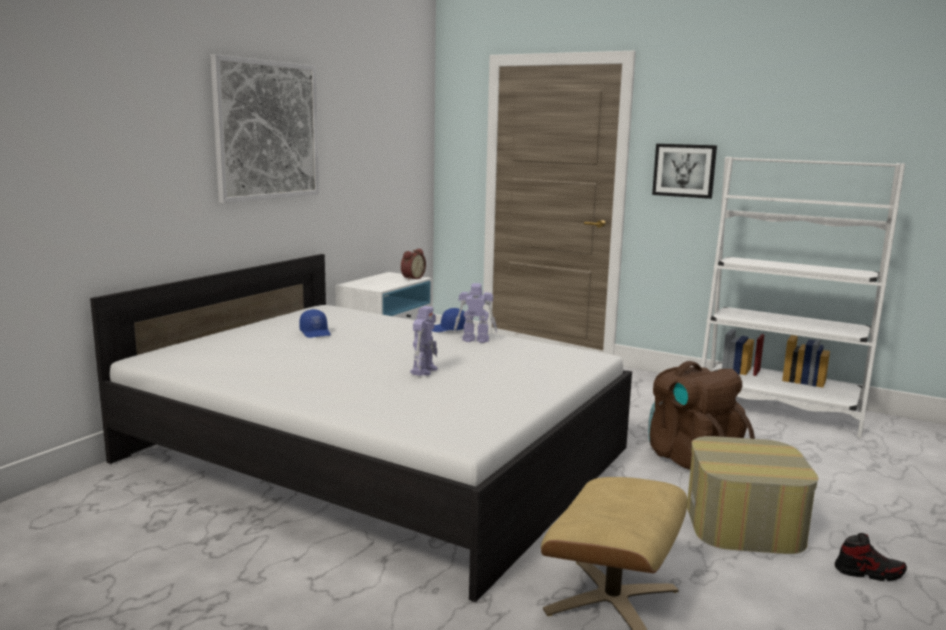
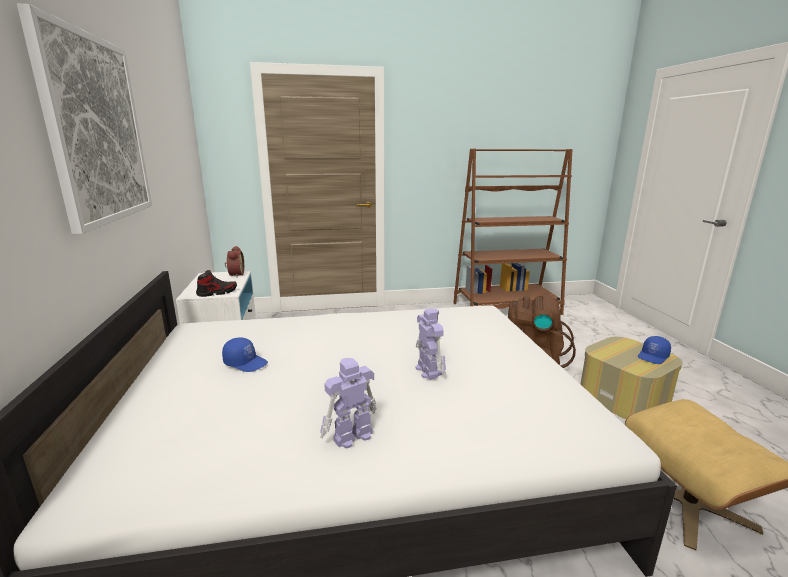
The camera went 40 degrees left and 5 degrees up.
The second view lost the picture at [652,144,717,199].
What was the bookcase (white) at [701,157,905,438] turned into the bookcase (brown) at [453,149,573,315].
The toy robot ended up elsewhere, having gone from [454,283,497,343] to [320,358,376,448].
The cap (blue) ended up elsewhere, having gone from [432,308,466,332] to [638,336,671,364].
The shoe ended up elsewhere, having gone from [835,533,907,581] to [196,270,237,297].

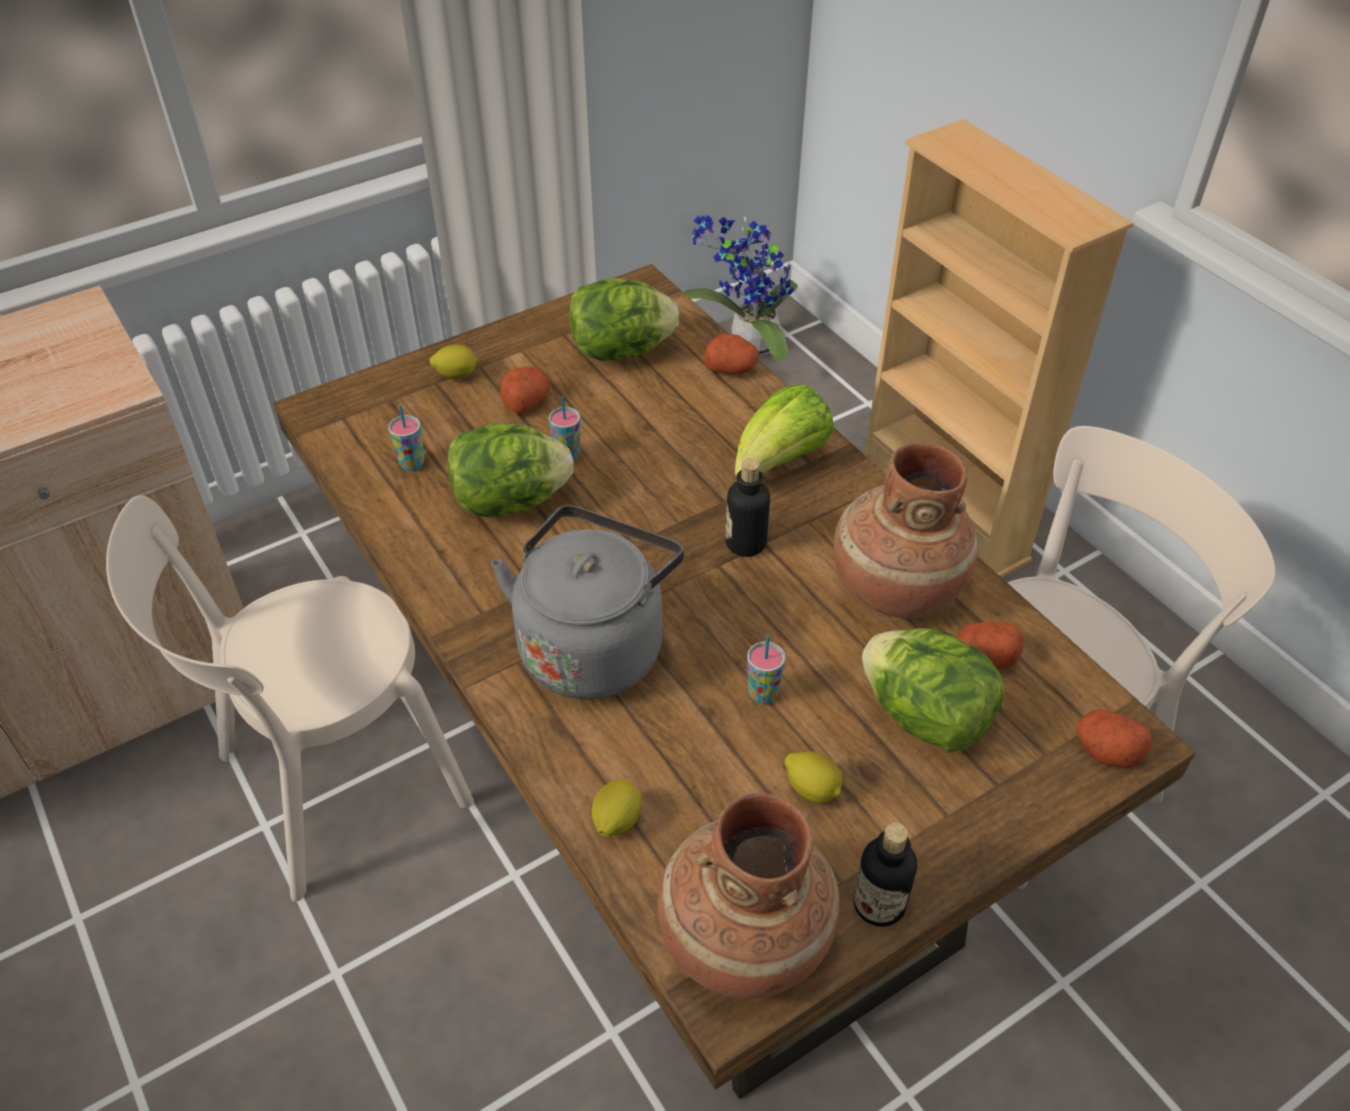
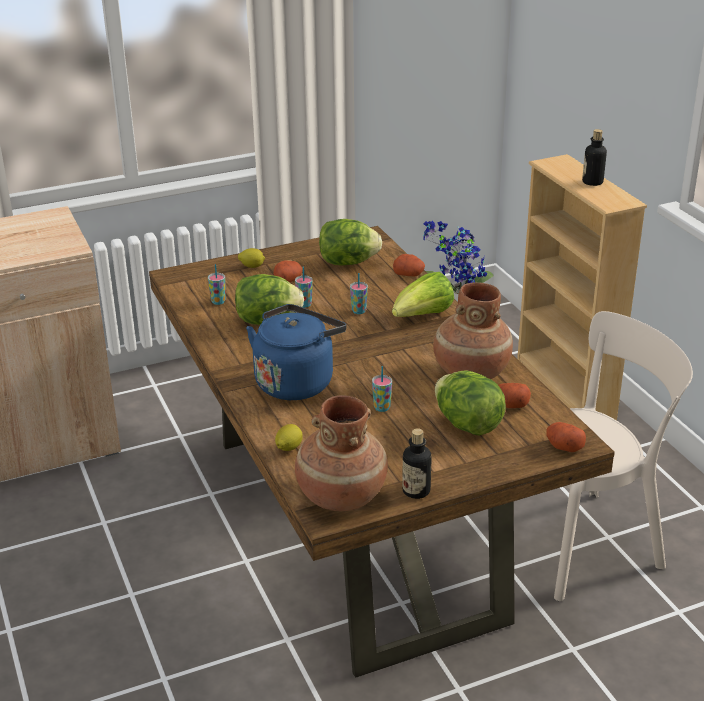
The camera went 10 degrees right and 15 degrees down.
The bottle ended up elsewhere, having gone from [725,458,770,557] to [582,129,607,186].
The second view lost the chair (beige) at [106,495,474,902].
What was the kettle (grey) at [491,505,684,699] turned into the kettle (blue) at [246,304,346,400].
The second view lost the lemon at [785,752,843,803].
The second view gained the cup at [350,273,368,314].

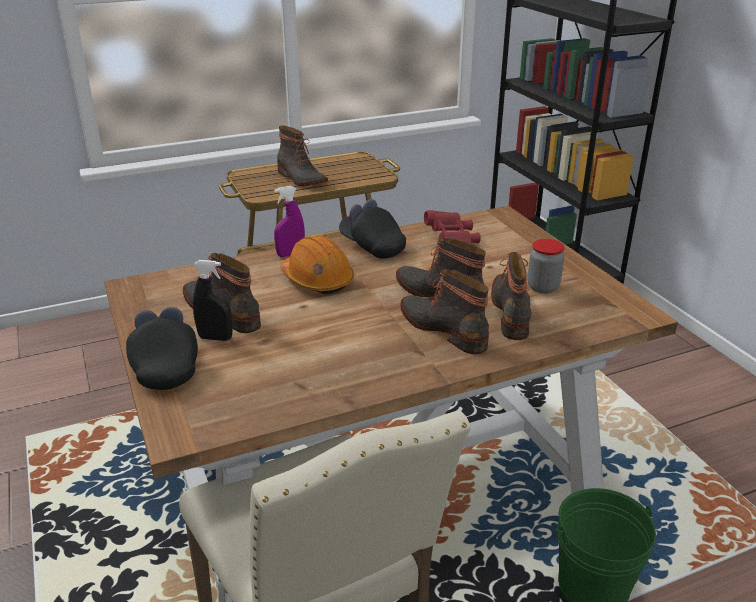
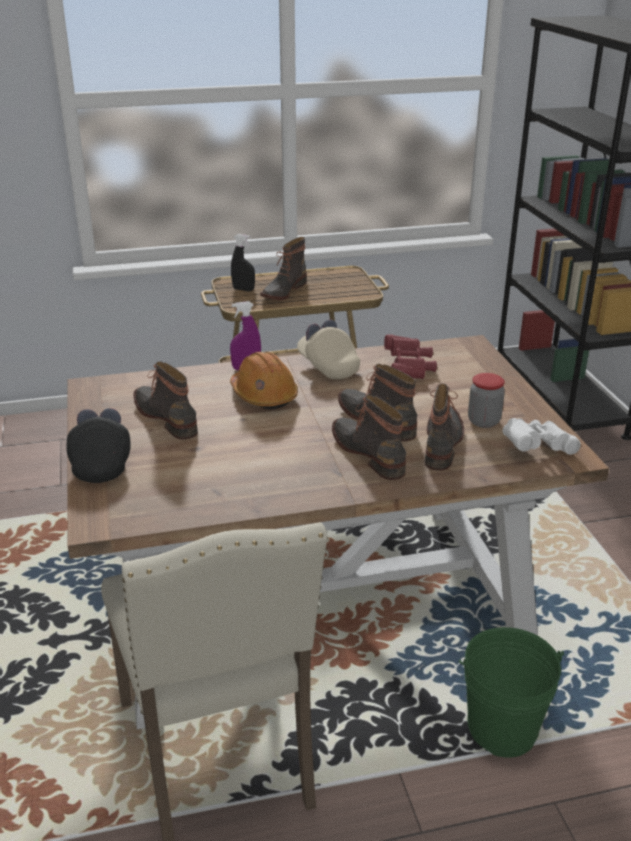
The camera went 10 degrees right and 0 degrees up.
The boot at [277,125,328,186] ended up facing another way, 60 degrees clockwise from before.
What was the cap (black) at [339,199,406,259] turned into the cap (beige) at [297,320,360,379].
The spray bottle (black) ended up elsewhere, having gone from [193,260,233,341] to [231,234,255,291].
The second view gained the binoculars (white) at [502,418,581,455].

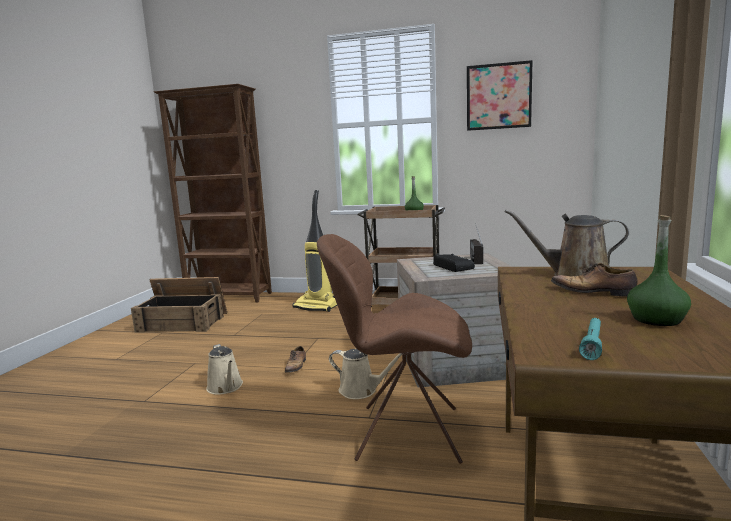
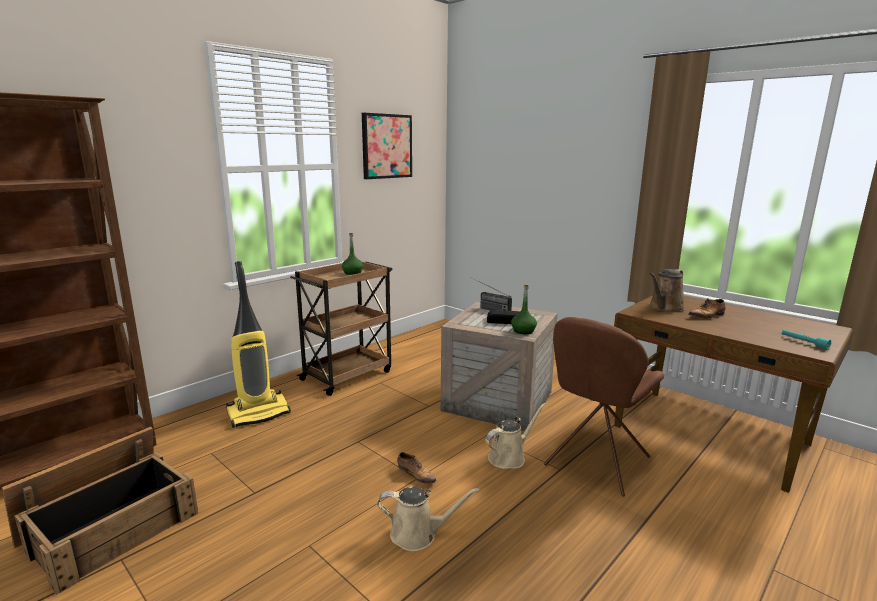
The camera went 60 degrees left and 5 degrees up.
The bottle (green) ended up elsewhere, having gone from [627,215,691,326] to [511,284,537,334].

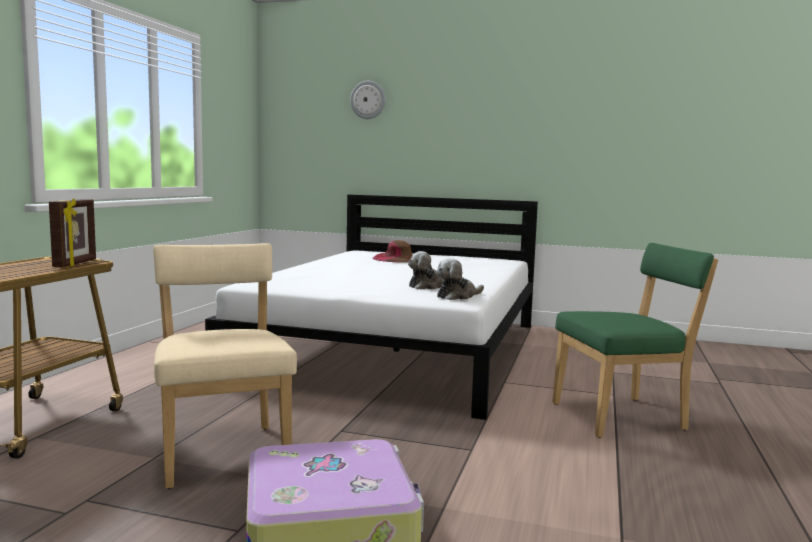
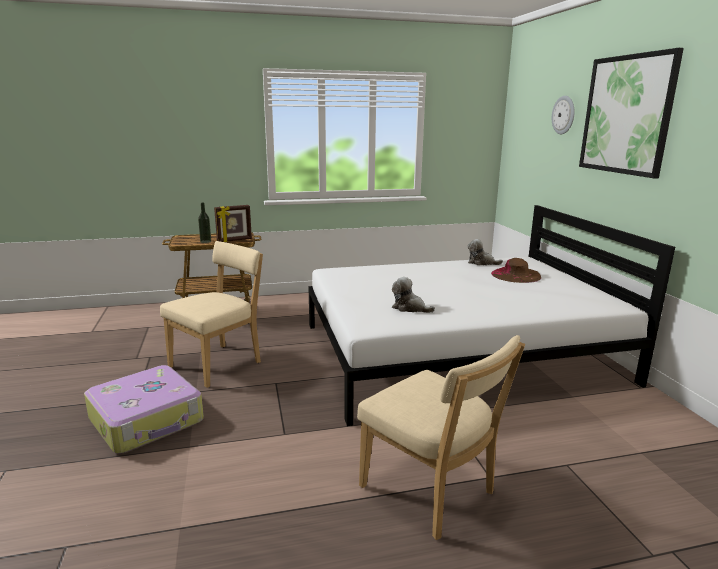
The camera went 60 degrees right and 10 degrees up.
What was the chair (green) at [552,243,718,438] turned into the chair (beige) at [357,335,525,540].
The plush toy ended up elsewhere, having gone from [437,258,484,300] to [468,239,503,265].
The second view gained the picture at [579,48,684,178].
The second view gained the bottle at [198,203,211,243].

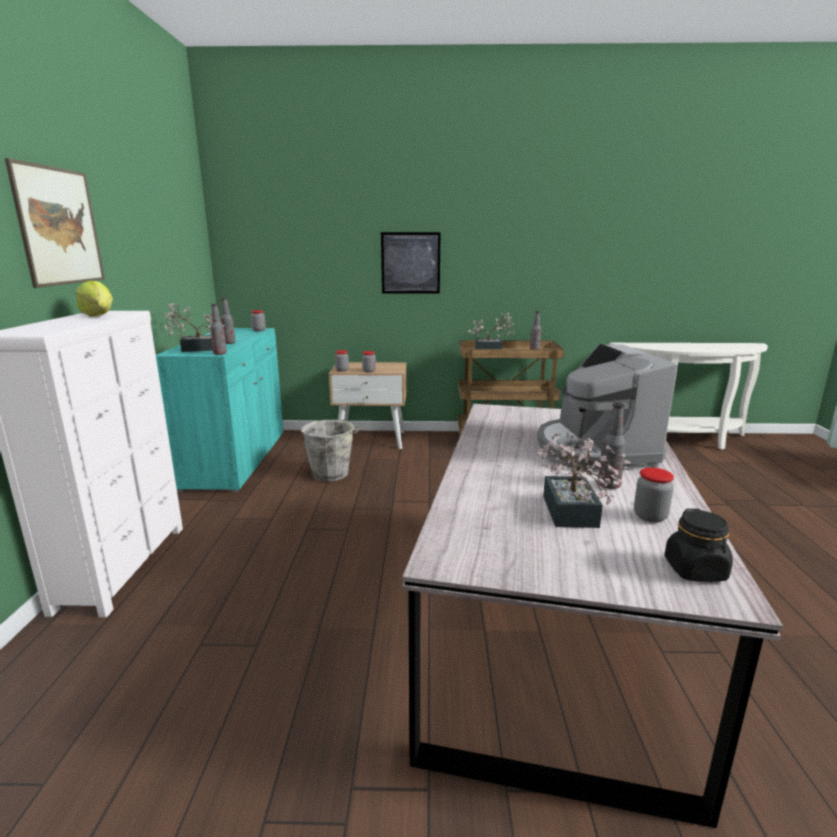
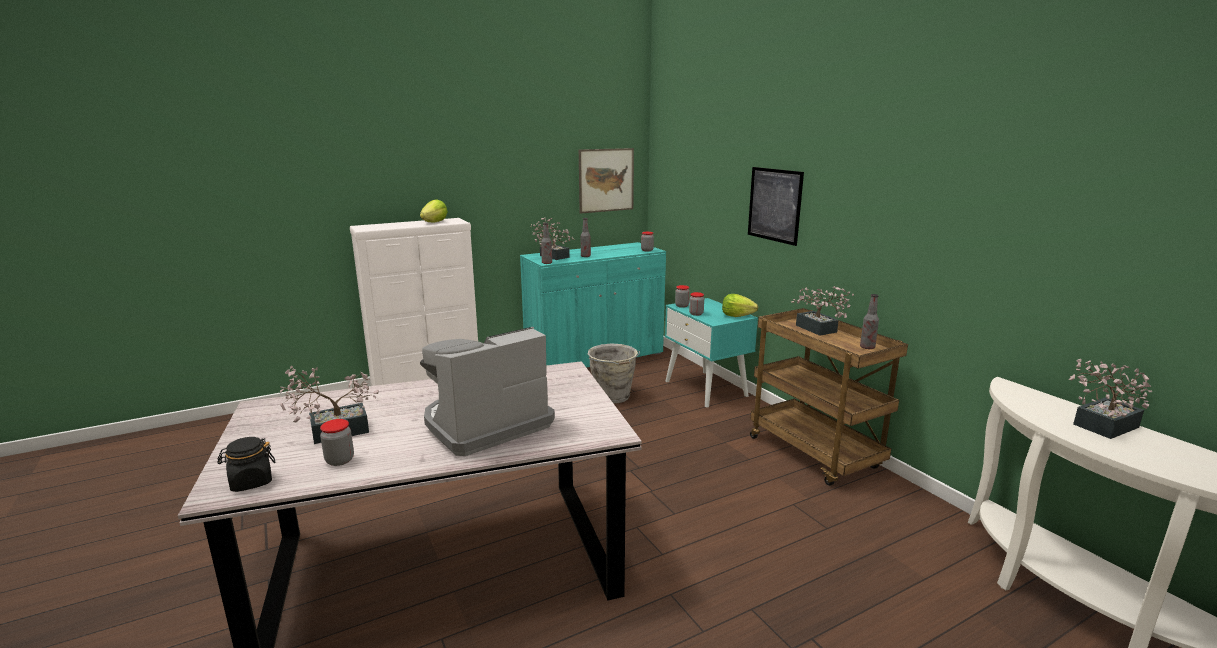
The camera went 60 degrees right and 0 degrees up.
The picture ended up elsewhere, having gone from [5,158,105,288] to [579,148,634,214].
What was the nightstand (beige) at [329,362,407,449] turned into the nightstand (turquoise) at [665,298,758,407].
The second view lost the bottle at [598,403,626,489].
The second view gained the lettuce at [722,294,758,317].
The second view gained the potted plant at [1069,359,1152,439].

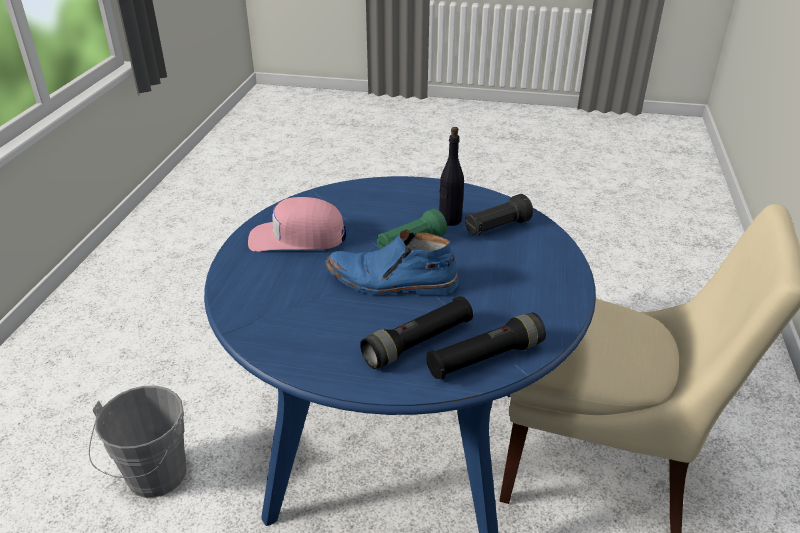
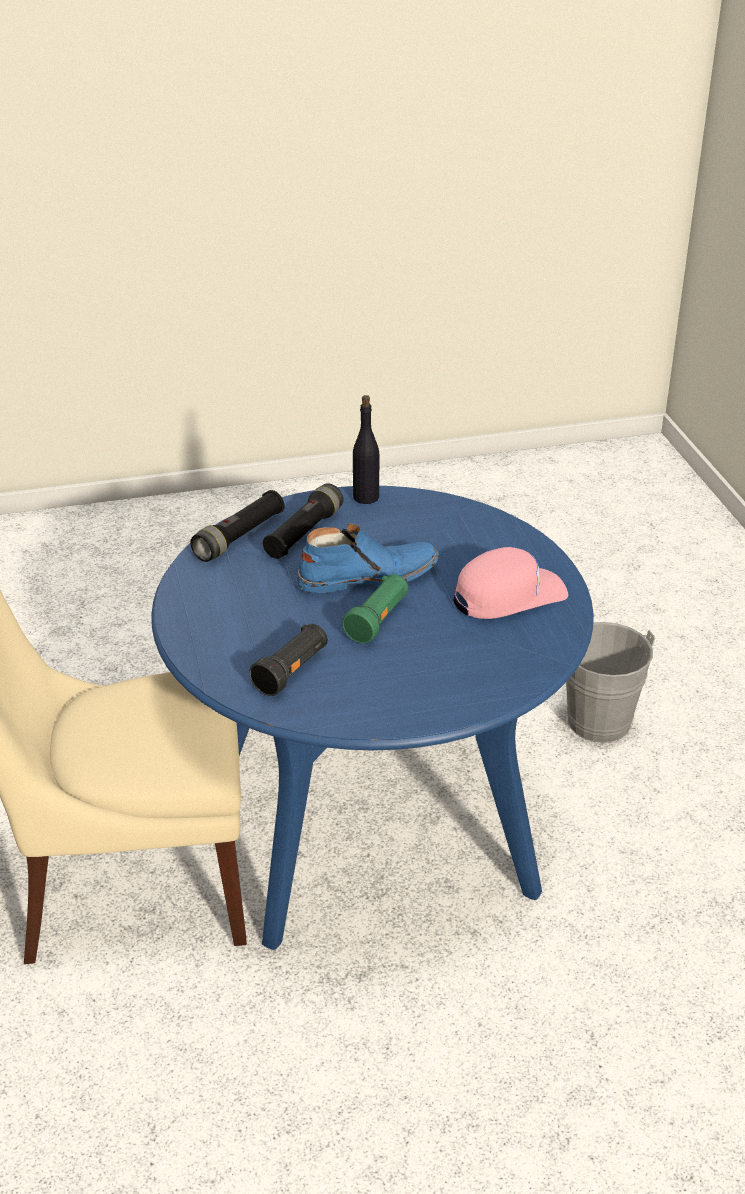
The camera went 155 degrees right and 0 degrees up.
The bottle (black) ended up elsewhere, having gone from [439,127,464,226] to [353,395,379,504].

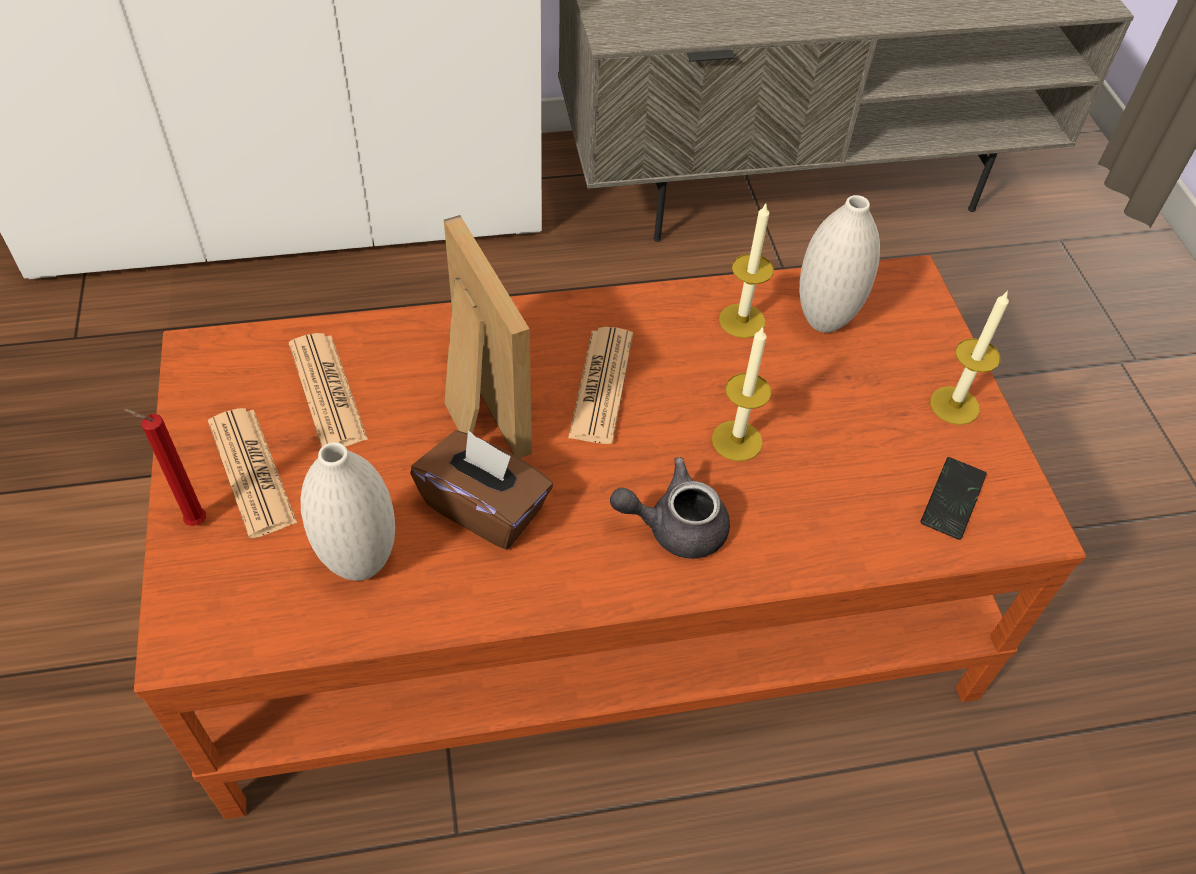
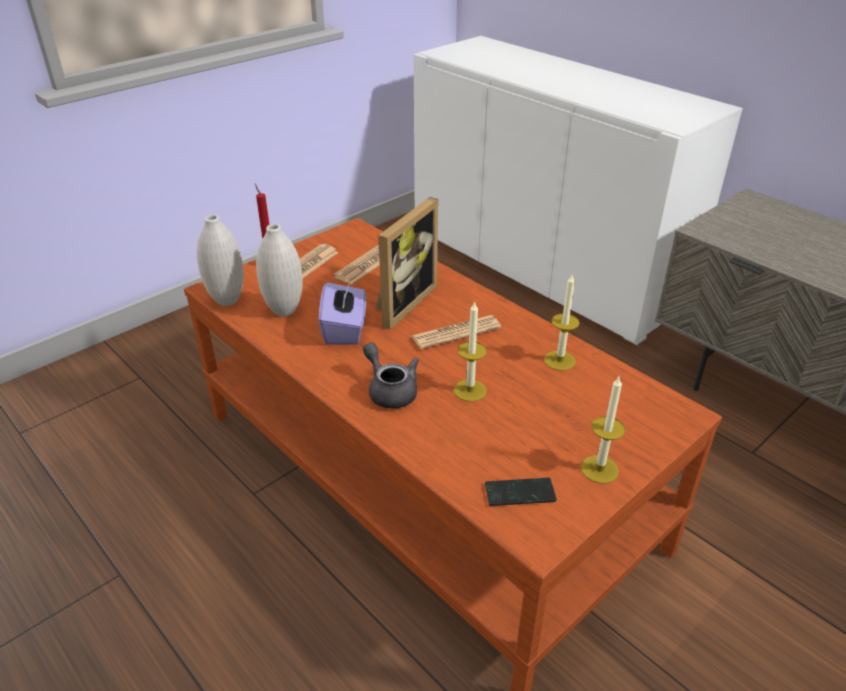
The camera went 60 degrees right and 15 degrees down.
The vase (white) ended up elsewhere, having gone from [799,195,880,333] to [197,215,244,306].
What was the tissue box (brown) at [410,430,553,549] turned into the tissue box (purple) at [319,282,366,345].

